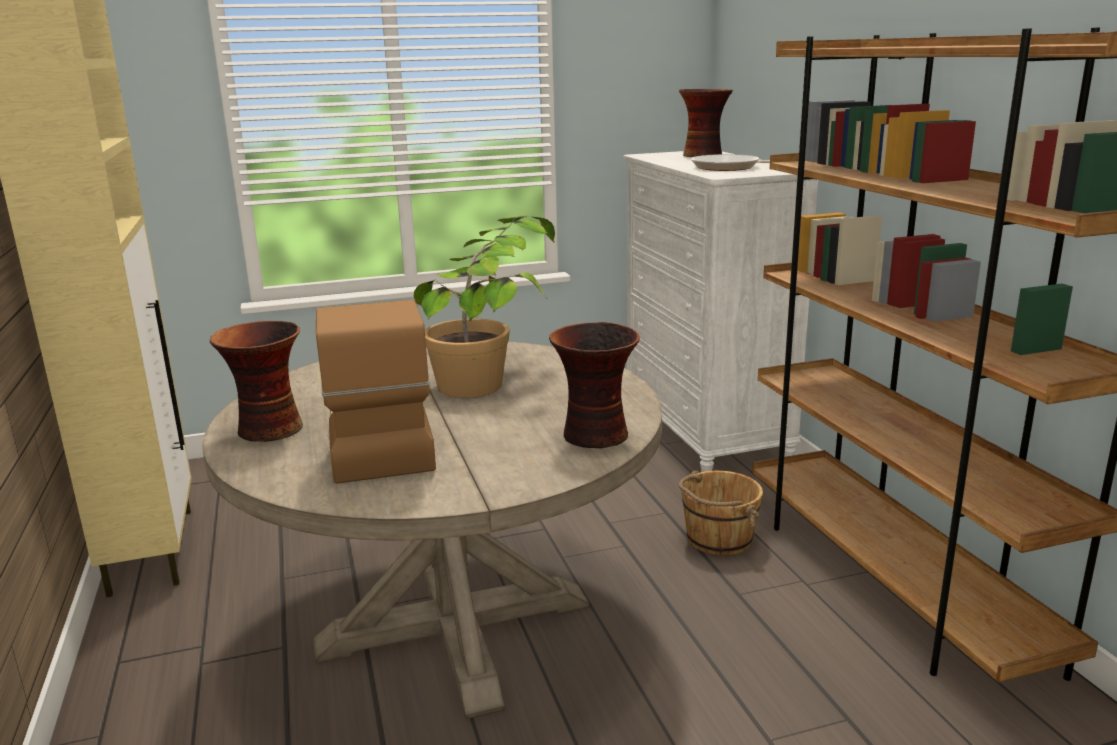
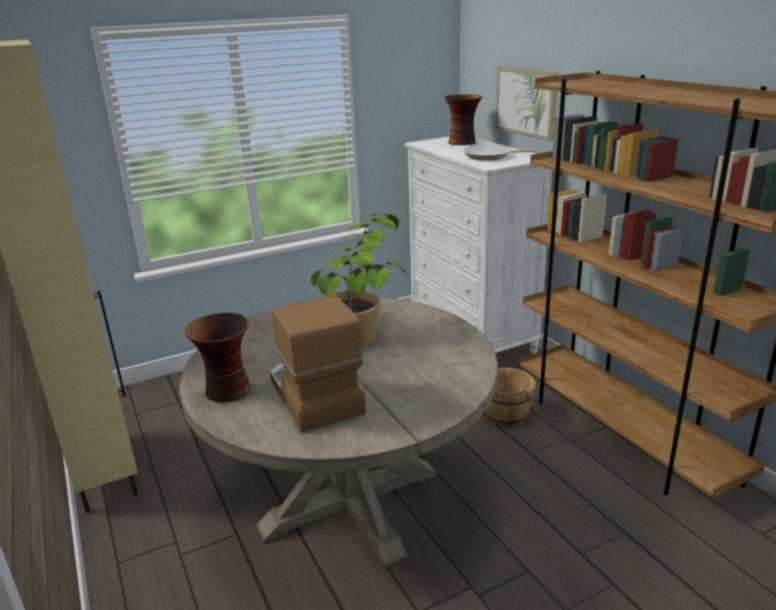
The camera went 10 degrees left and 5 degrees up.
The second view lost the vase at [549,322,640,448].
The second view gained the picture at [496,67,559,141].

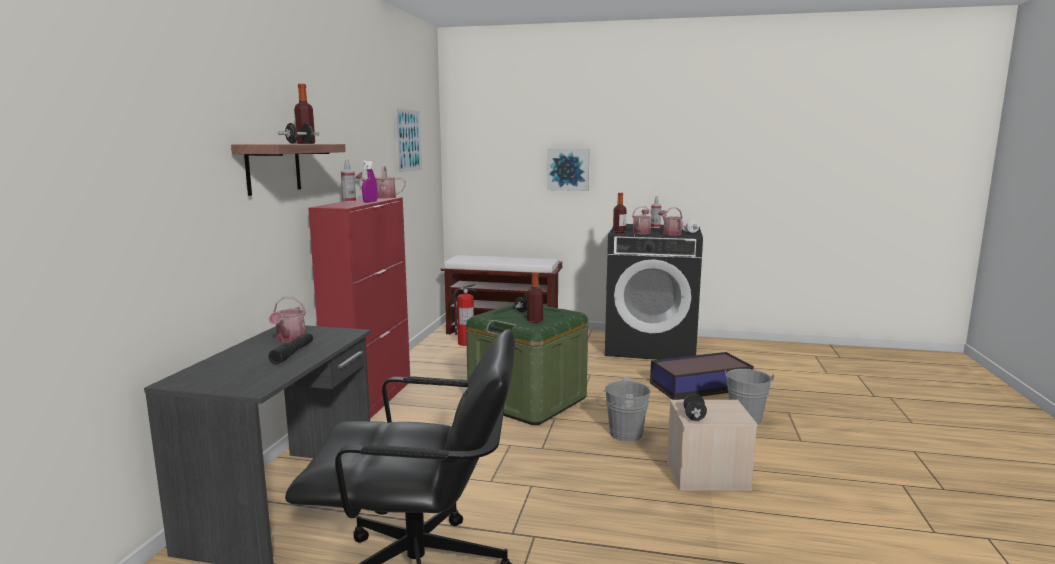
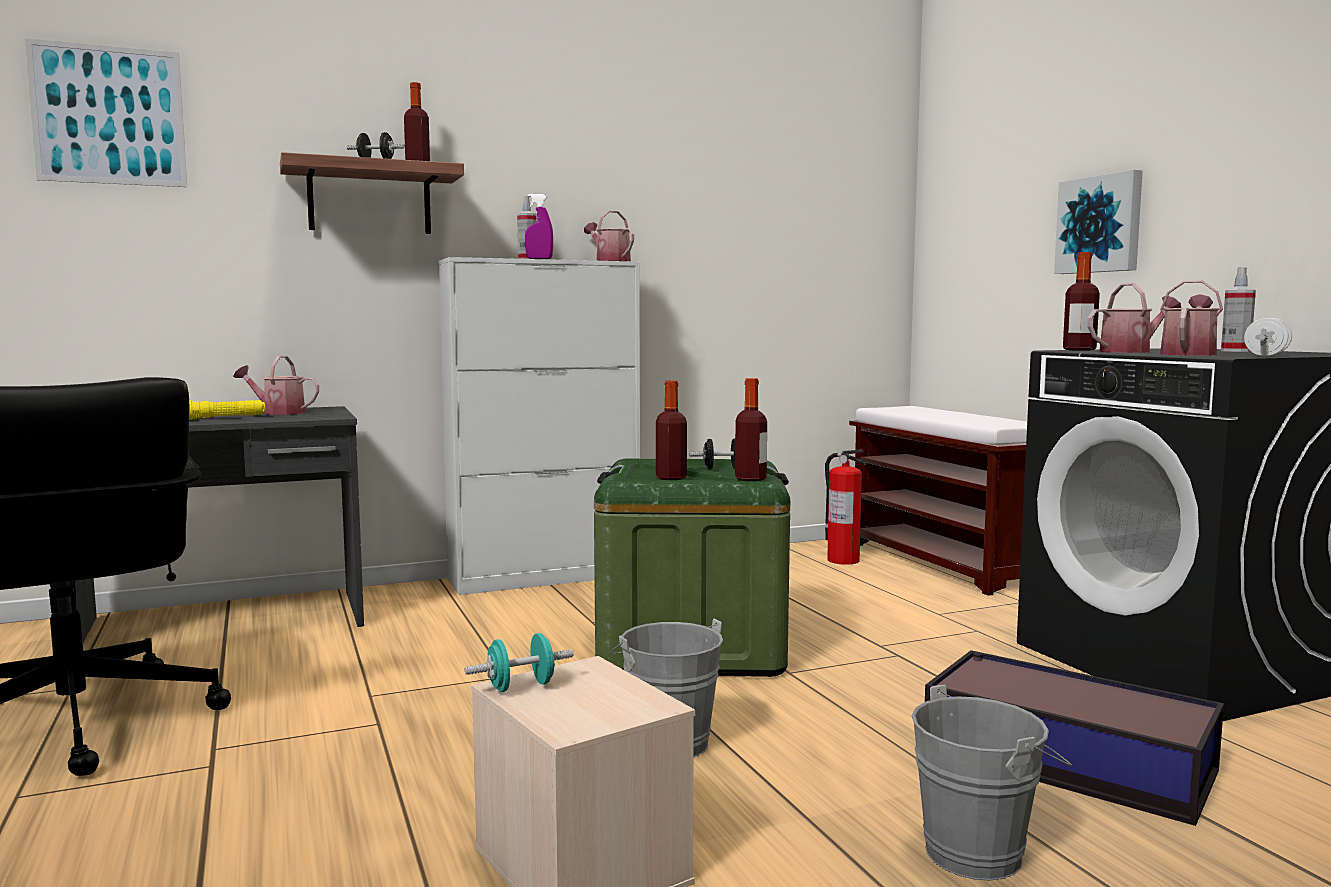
The camera went 55 degrees right and 5 degrees down.
The picture ended up elsewhere, having gone from [395,108,422,172] to [25,38,187,187].
What was the cabinet (red) at [308,197,410,419] turned into the cabinet (white) at [439,257,640,595].
The watering can at [269,297,306,342] ended up facing another way, 45 degrees clockwise from before.
What was the flashlight (black) at [268,333,313,364] turned into the flashlight (yellow) at [189,400,265,420].
What was the dumbbell (black) at [684,394,707,421] turned into the dumbbell (turquoise) at [465,633,574,692].
The second view gained the bottle at [735,378,767,481].

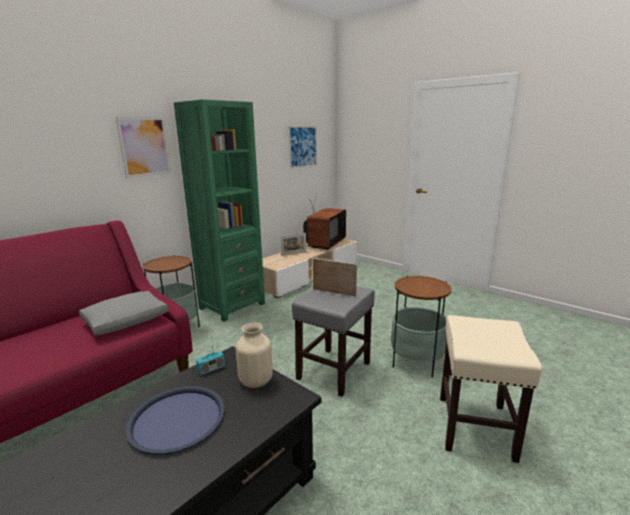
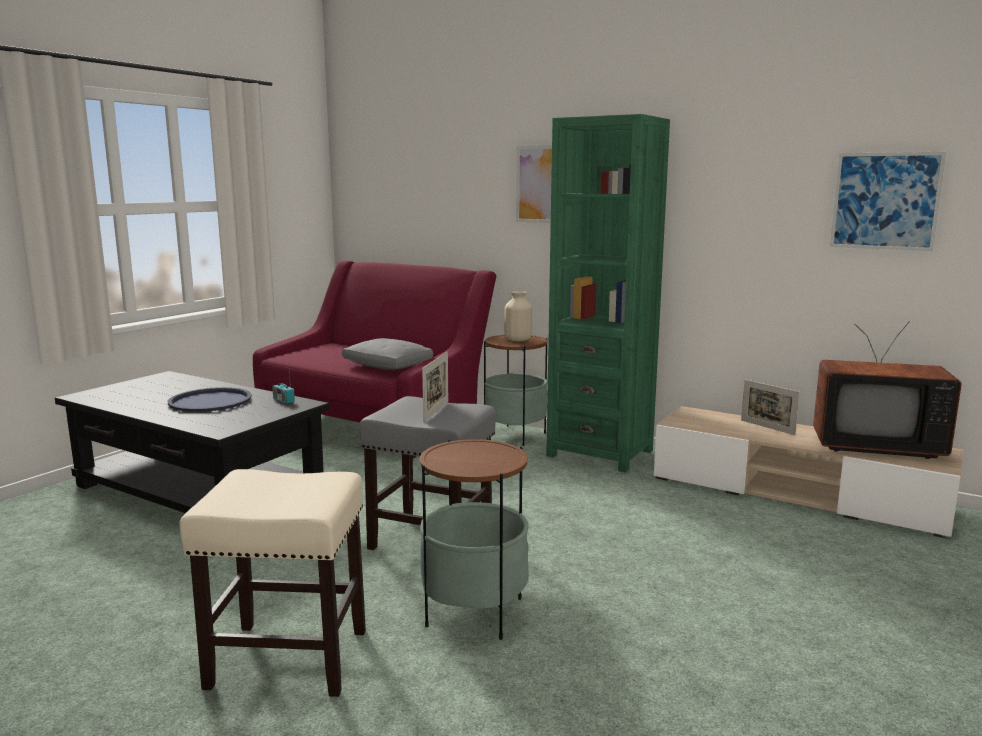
The camera went 80 degrees right and 5 degrees down.
The vase (beige) ended up elsewhere, having gone from [236,323,273,388] to [504,291,532,341].

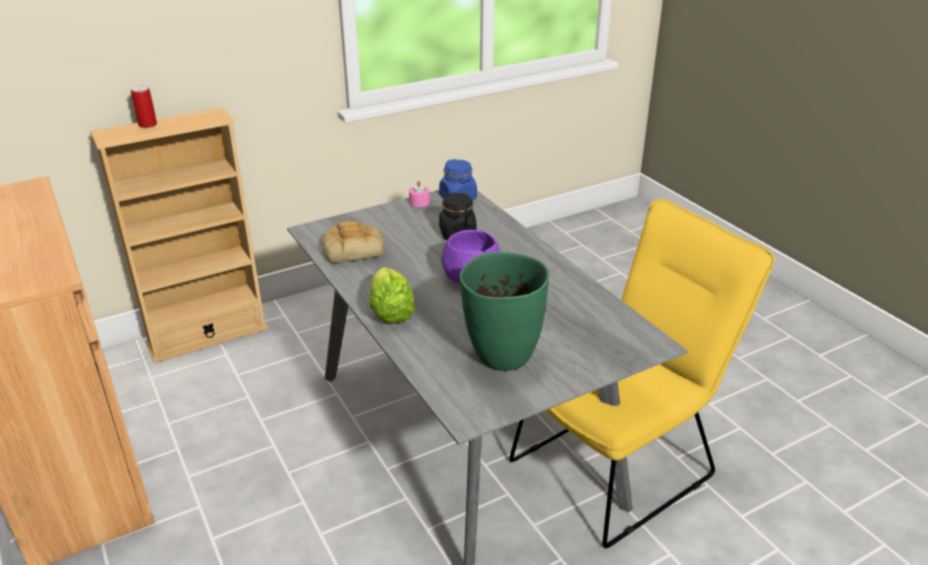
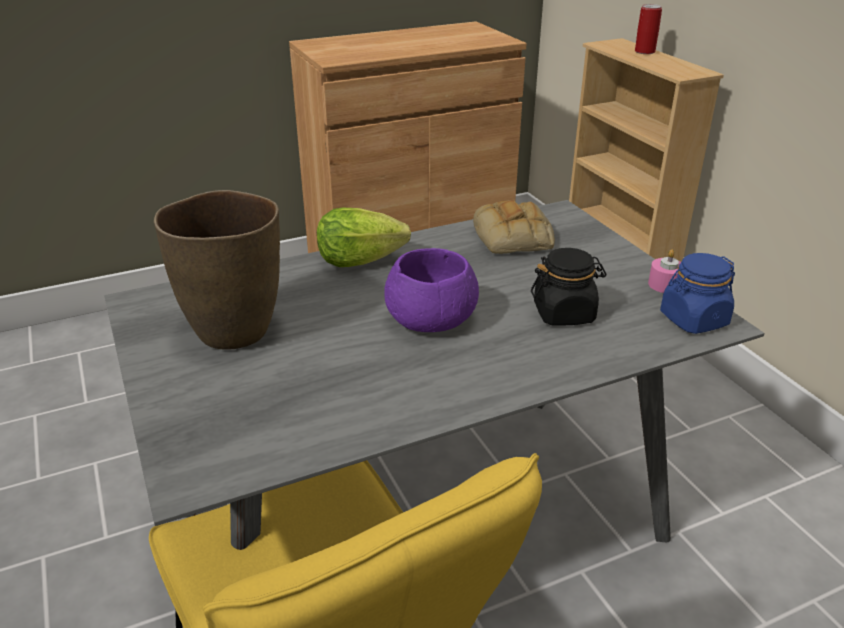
The camera went 95 degrees right and 0 degrees up.
What was the vase (green) at [459,252,549,371] turned into the vase (brown) at [154,190,280,350].

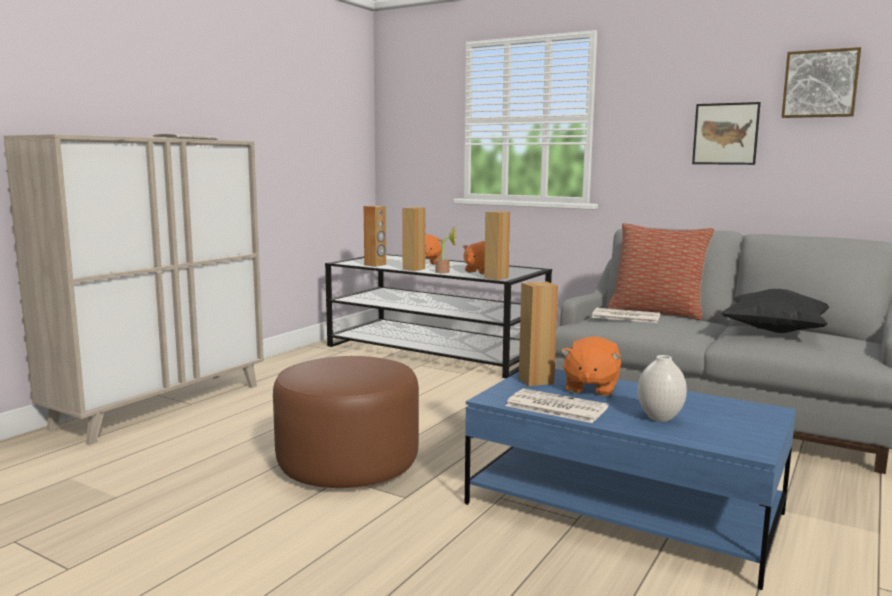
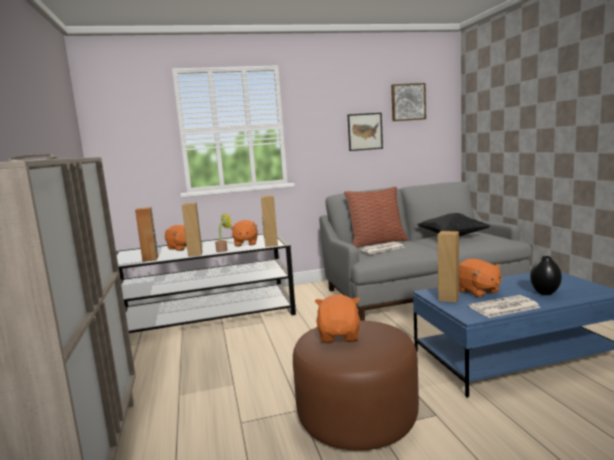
The camera went 45 degrees left and 0 degrees up.
What was the vase (white) at [638,355,687,422] turned into the vase (black) at [530,256,562,295].
The second view gained the plush toy (orange) at [315,294,360,343].

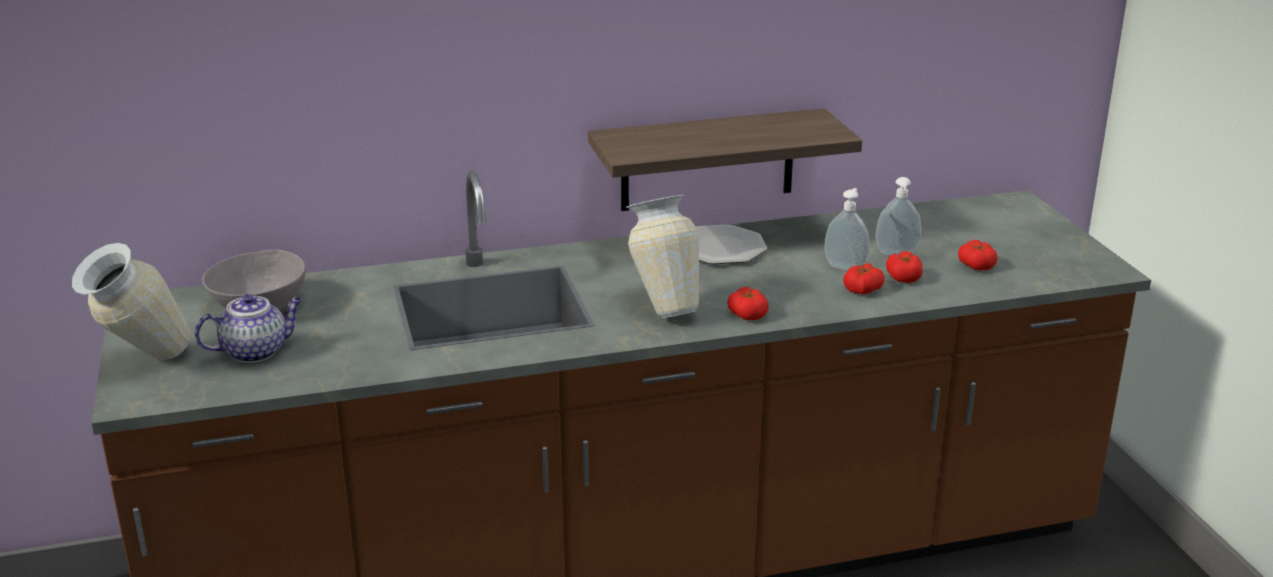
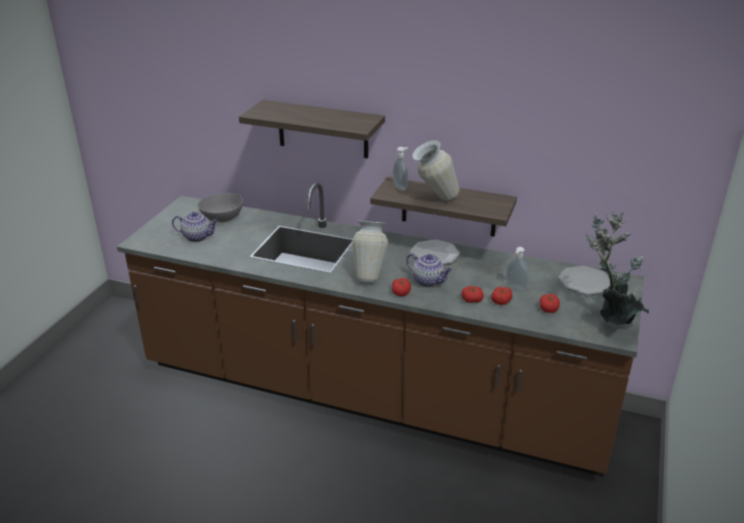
The camera went 35 degrees right and 5 degrees up.
The soap dispenser ended up elsewhere, having gone from [825,188,869,271] to [393,147,408,191].
The vase ended up elsewhere, having gone from [72,243,191,360] to [412,140,460,201].
The second view gained the shelf at [239,100,385,158].
The second view gained the potted plant at [586,210,649,325].
The second view gained the teapot at [406,253,452,287].
The second view gained the plate at [559,266,610,295].

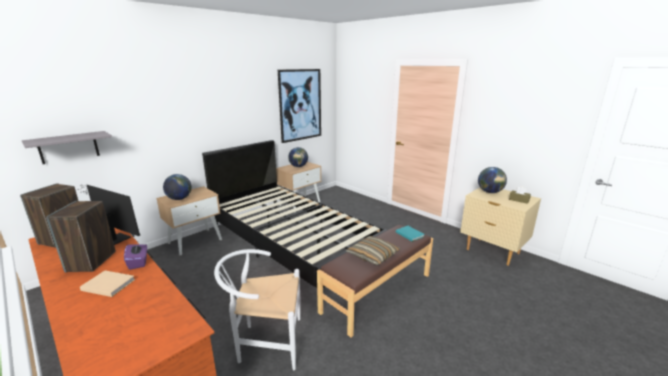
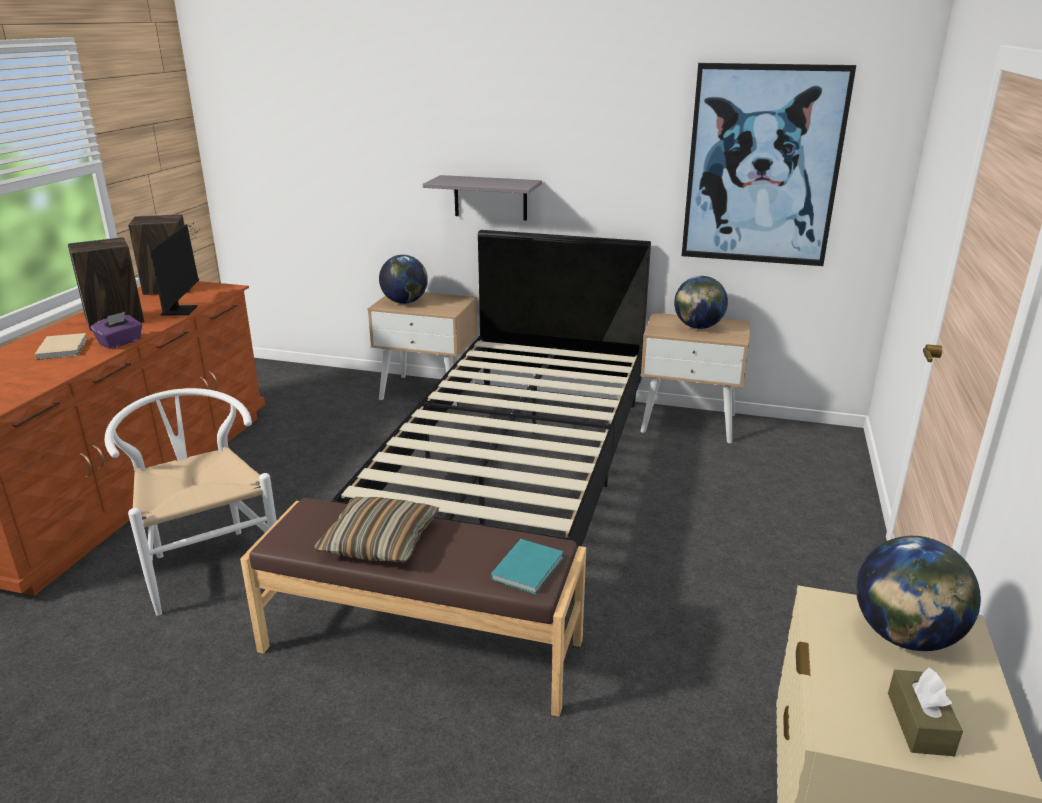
The camera went 60 degrees right and 5 degrees up.
The shelf (grey) ended up elsewhere, having gone from [22,131,112,164] to [423,175,542,221].

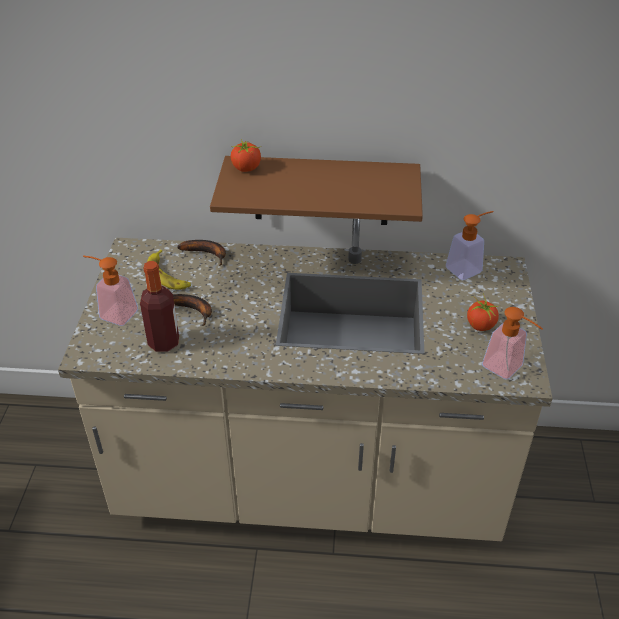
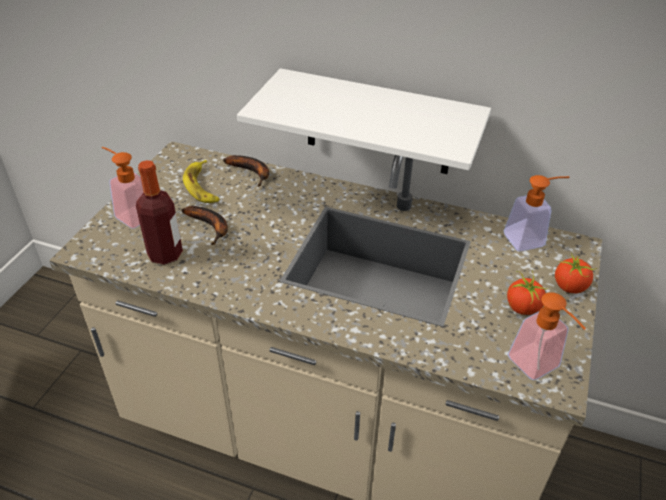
The camera went 15 degrees right and 0 degrees up.
The tomato ended up elsewhere, having gone from [230,139,261,172] to [555,253,597,294].
What was the shelf (brown) at [210,156,423,225] turned into the shelf (white) at [237,68,491,174].

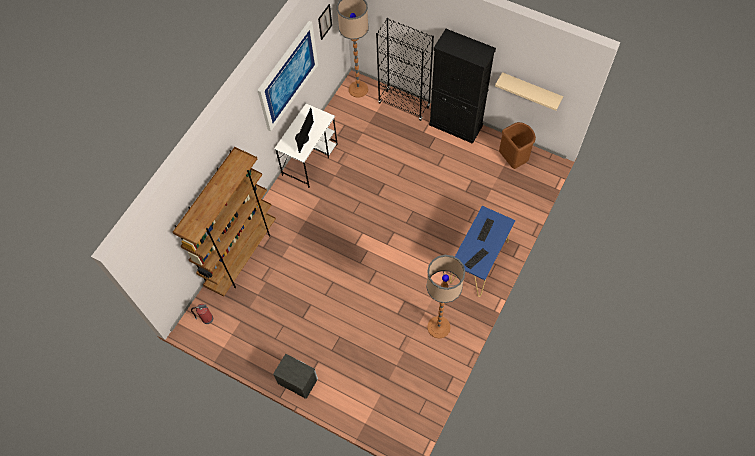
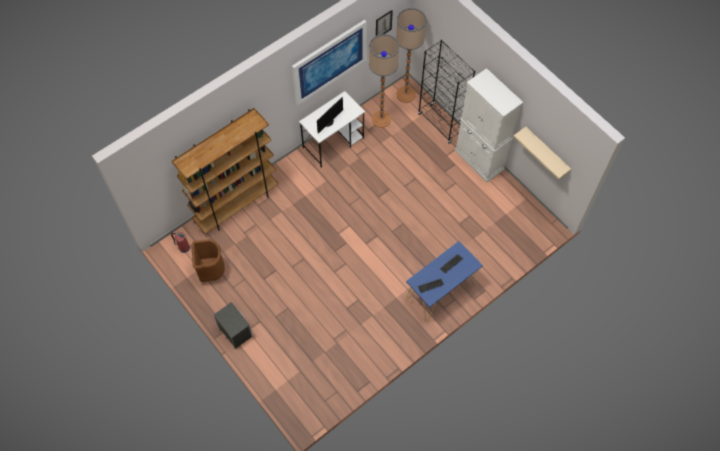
The camera went 20 degrees right and 0 degrees up.
What was the cabinet (black) at [429,29,496,144] turned into the cabinet (white) at [455,68,523,182].
The trash can (brown) ended up elsewhere, having gone from [499,122,536,169] to [192,239,225,282].
The floor lamp ended up elsewhere, having gone from [426,255,465,339] to [369,34,400,128].

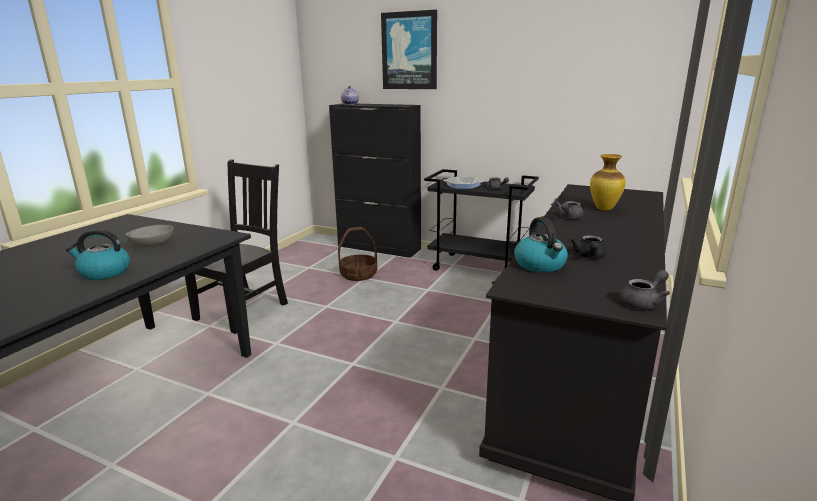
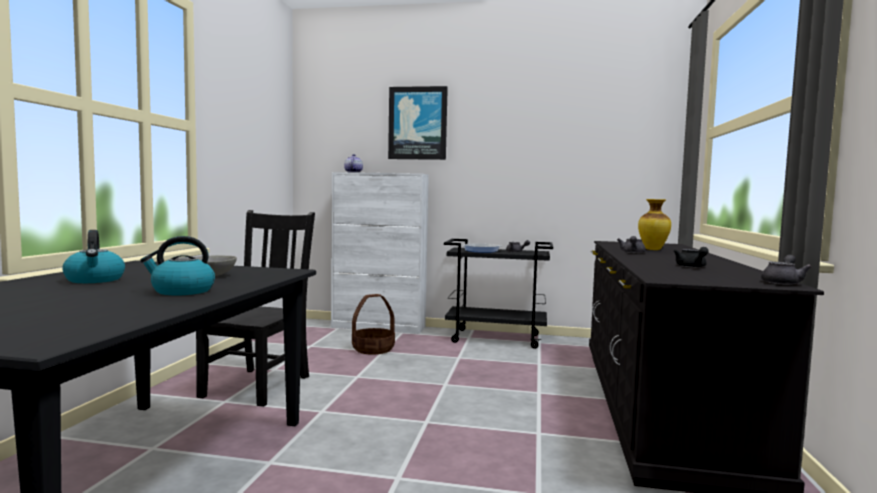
The camera went 15 degrees left and 15 degrees down.
What was the cabinet (black) at [329,103,421,258] turned into the cabinet (white) at [331,172,429,334].
The kettle ended up elsewhere, having gone from [514,217,568,273] to [62,230,125,283].

